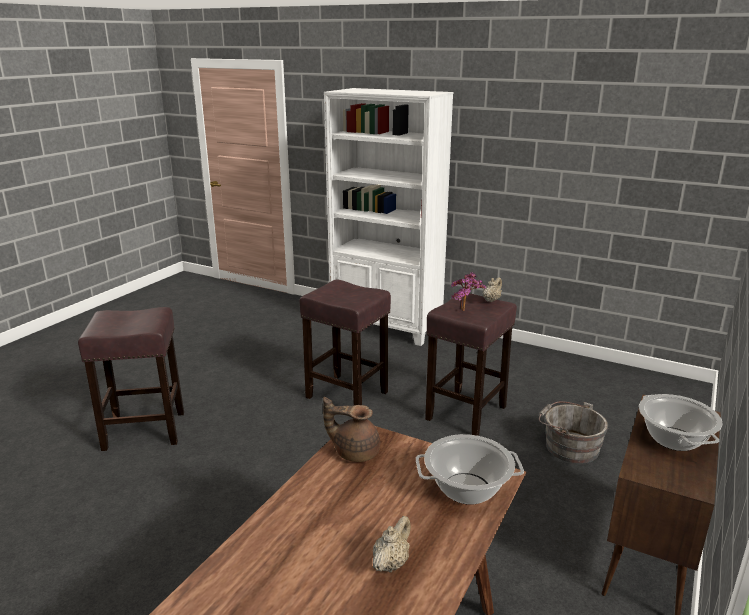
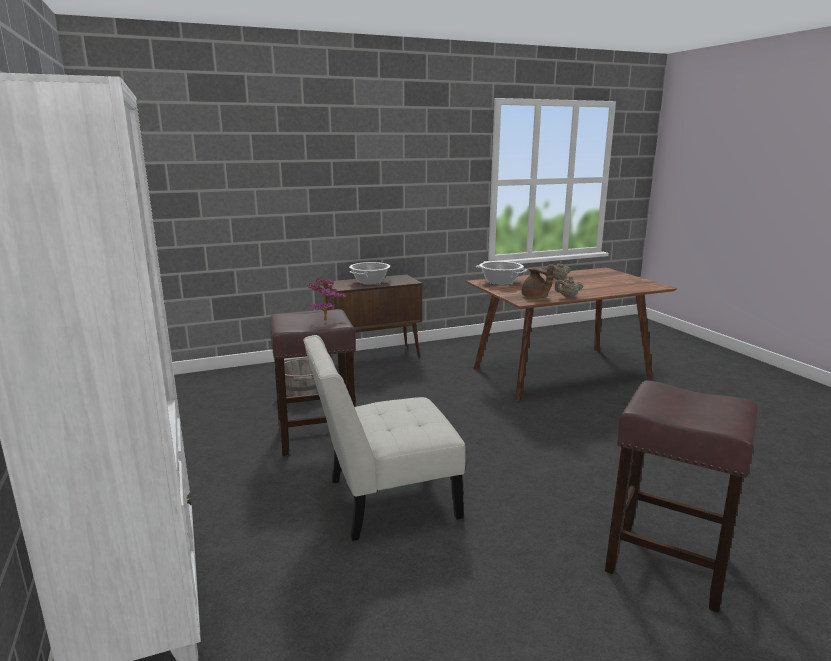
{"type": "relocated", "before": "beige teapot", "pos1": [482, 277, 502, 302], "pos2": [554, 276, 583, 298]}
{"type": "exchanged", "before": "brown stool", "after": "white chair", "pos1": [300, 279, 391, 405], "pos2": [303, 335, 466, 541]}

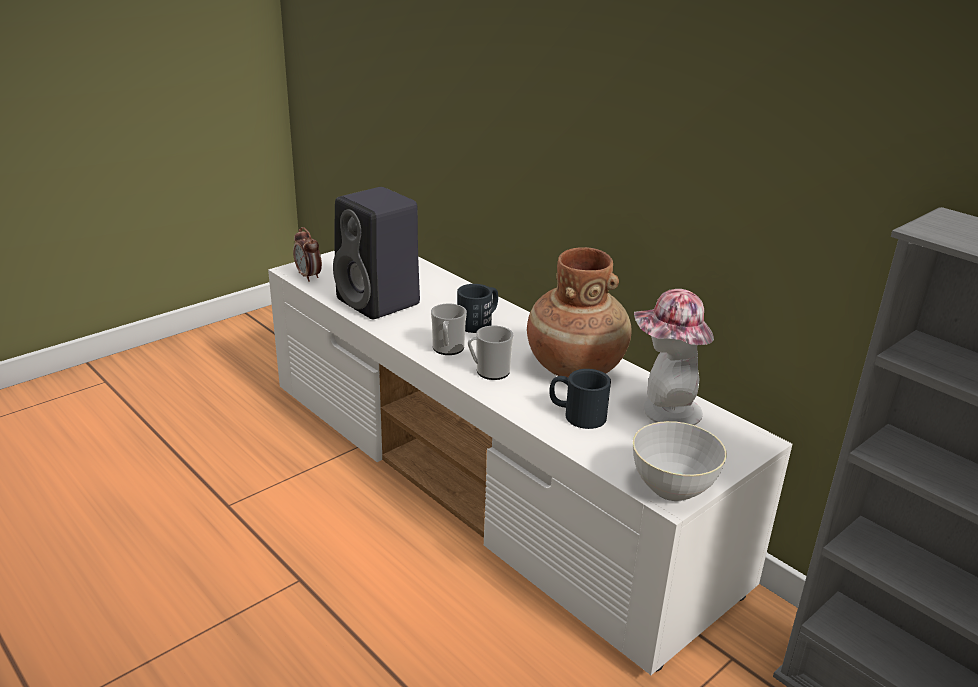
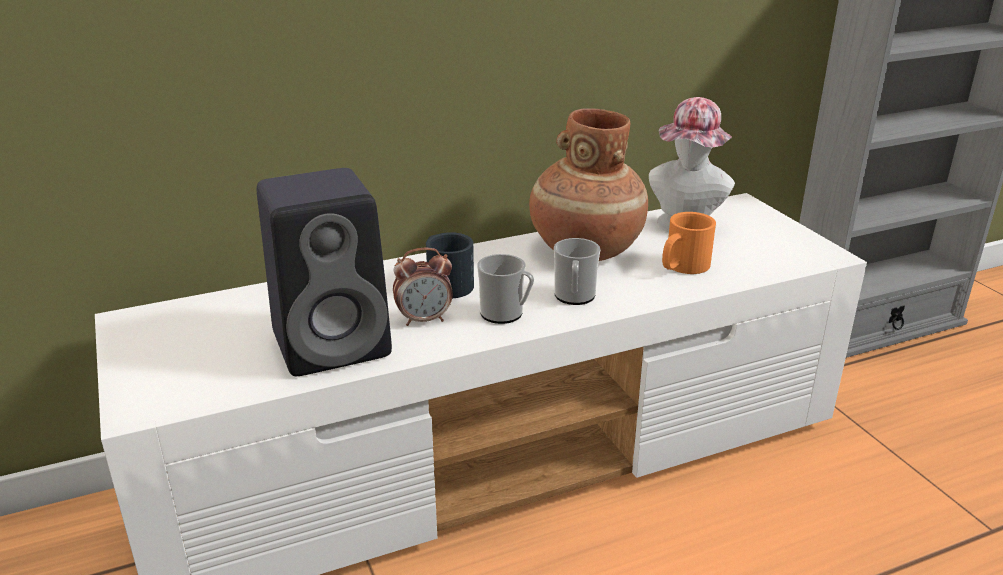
{"type": "relocated", "before": "alarm clock", "pos1": [293, 227, 322, 282], "pos2": [393, 248, 453, 326]}
{"type": "colour", "before": "black mug", "after": "orange mug", "pos1": [549, 369, 611, 429], "pos2": [662, 212, 716, 274]}
{"type": "missing", "before": "grey bowl", "pos1": [633, 421, 727, 501]}

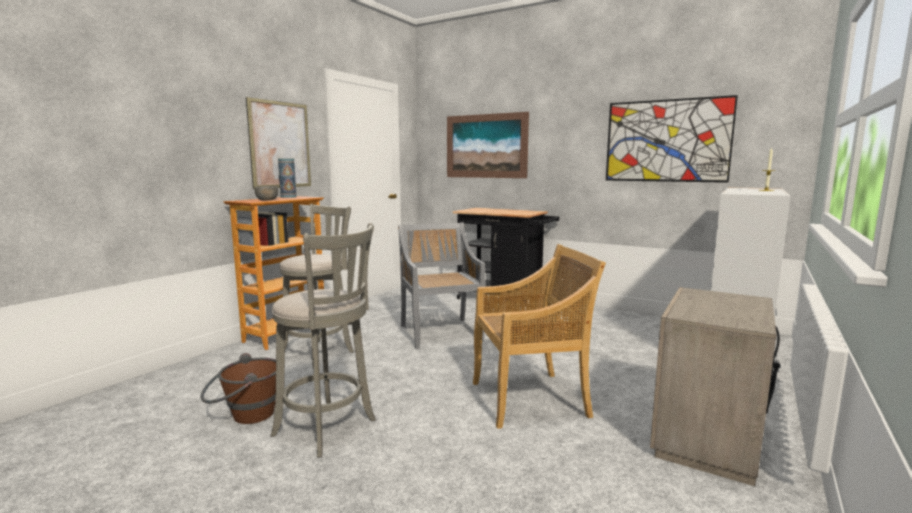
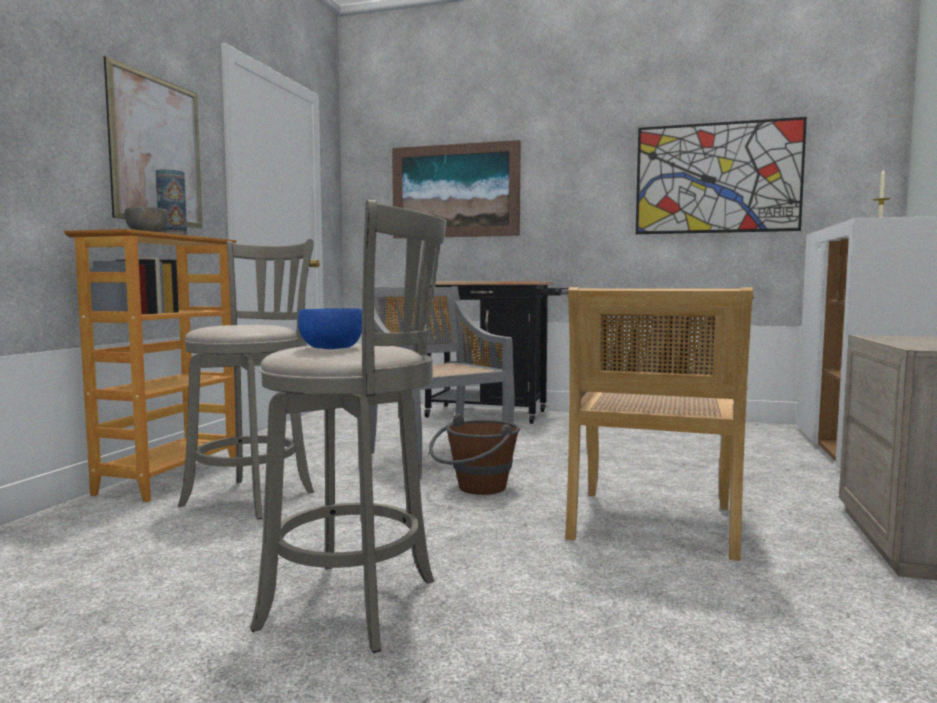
{"type": "spun", "before": "beige chair", "pos1": [473, 244, 606, 429], "pos2": [565, 287, 754, 561], "turn": 135}
{"type": "relocated", "before": "brown bucket", "pos1": [201, 353, 276, 424], "pos2": [429, 413, 520, 495]}
{"type": "appeared", "after": "blue bowl", "pos2": [298, 308, 362, 349]}

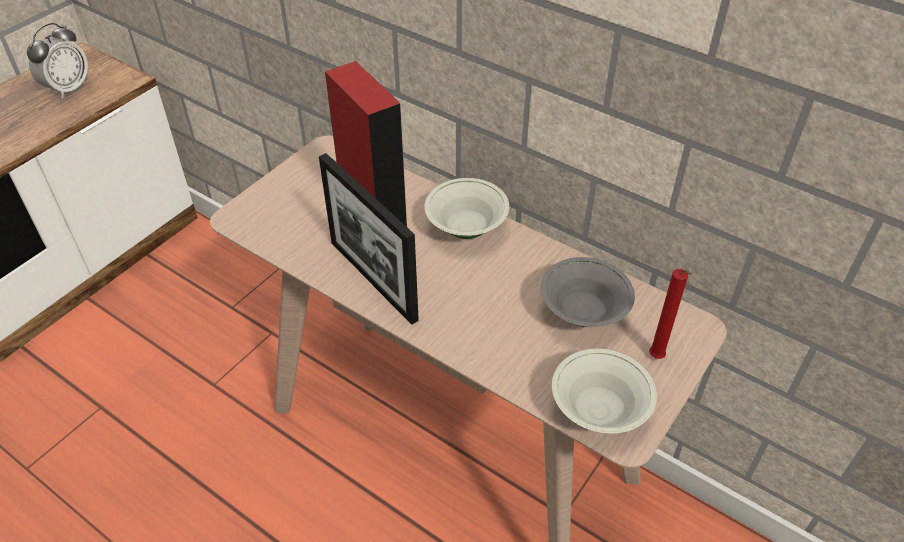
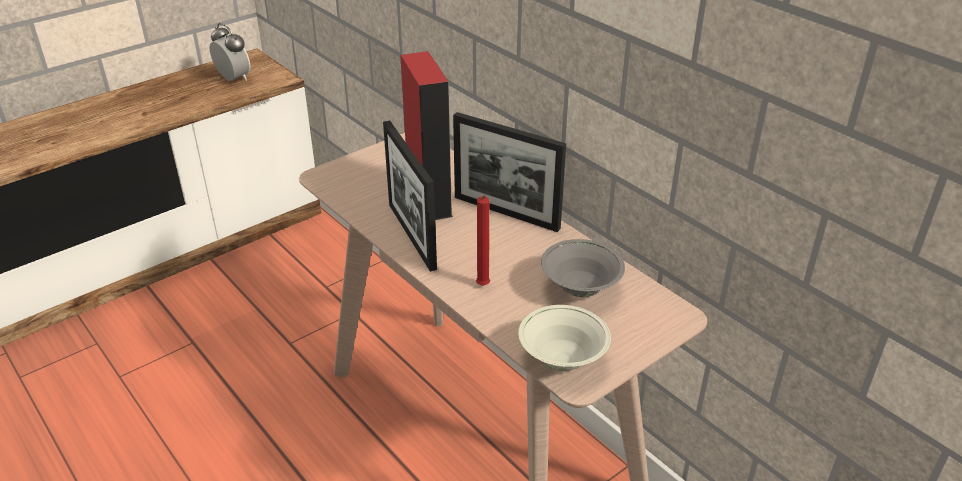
{"type": "spun", "before": "alarm clock", "pos1": [27, 23, 88, 98], "pos2": [210, 23, 250, 81], "turn": -90}
{"type": "exchanged", "before": "white bowl", "after": "picture frame", "pos1": [424, 178, 509, 239], "pos2": [453, 112, 566, 232]}
{"type": "relocated", "before": "red candle", "pos1": [649, 269, 692, 359], "pos2": [476, 195, 490, 286]}

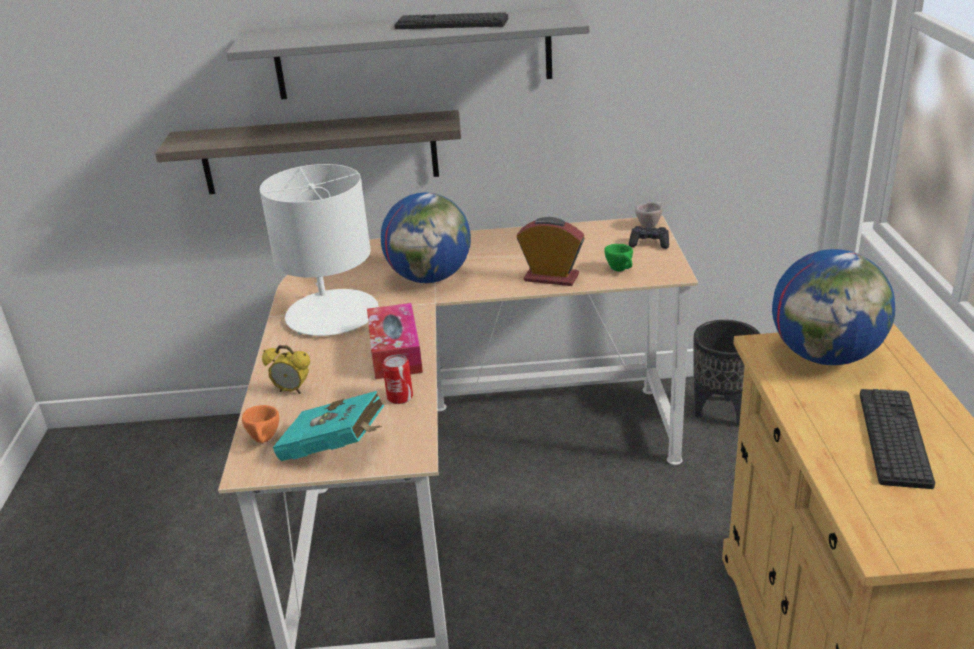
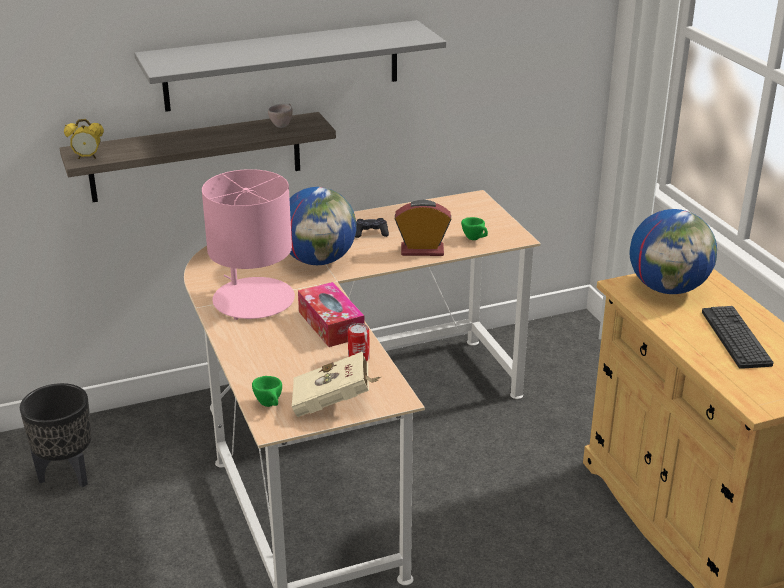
{"type": "missing", "before": "keyboard", "pos1": [394, 12, 508, 29]}
{"type": "colour", "before": "white table lamp", "after": "pink table lamp", "pos1": [260, 164, 378, 336], "pos2": [202, 169, 295, 320]}
{"type": "relocated", "before": "beige cup", "pos1": [636, 202, 662, 228], "pos2": [268, 103, 293, 128]}
{"type": "relocated", "before": "black game controller", "pos1": [629, 226, 669, 249], "pos2": [355, 218, 389, 238]}
{"type": "relocated", "before": "black planter", "pos1": [693, 320, 760, 426], "pos2": [20, 383, 92, 487]}
{"type": "relocated", "before": "alarm clock", "pos1": [262, 345, 310, 394], "pos2": [64, 119, 104, 159]}
{"type": "colour", "before": "turquoise book", "after": "beige book", "pos1": [273, 391, 384, 461], "pos2": [292, 352, 381, 417]}
{"type": "colour", "before": "orange cup", "after": "green cup", "pos1": [242, 405, 279, 443], "pos2": [252, 376, 282, 407]}

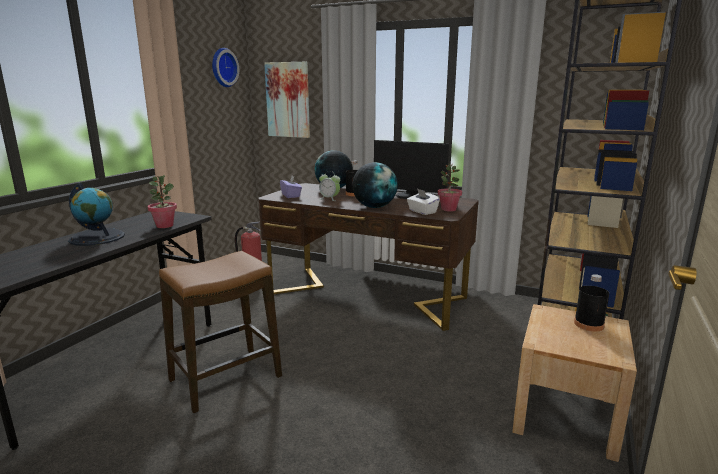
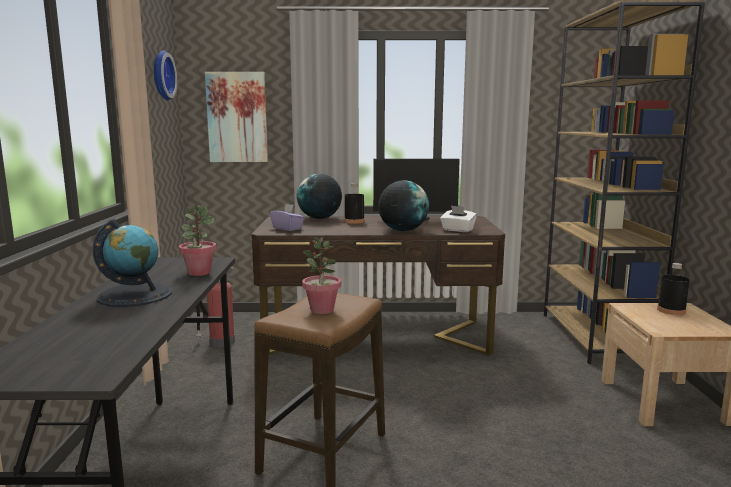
{"type": "relocated", "before": "potted plant", "pos1": [438, 164, 462, 212], "pos2": [302, 237, 341, 314]}
{"type": "missing", "before": "alarm clock", "pos1": [319, 171, 340, 201]}

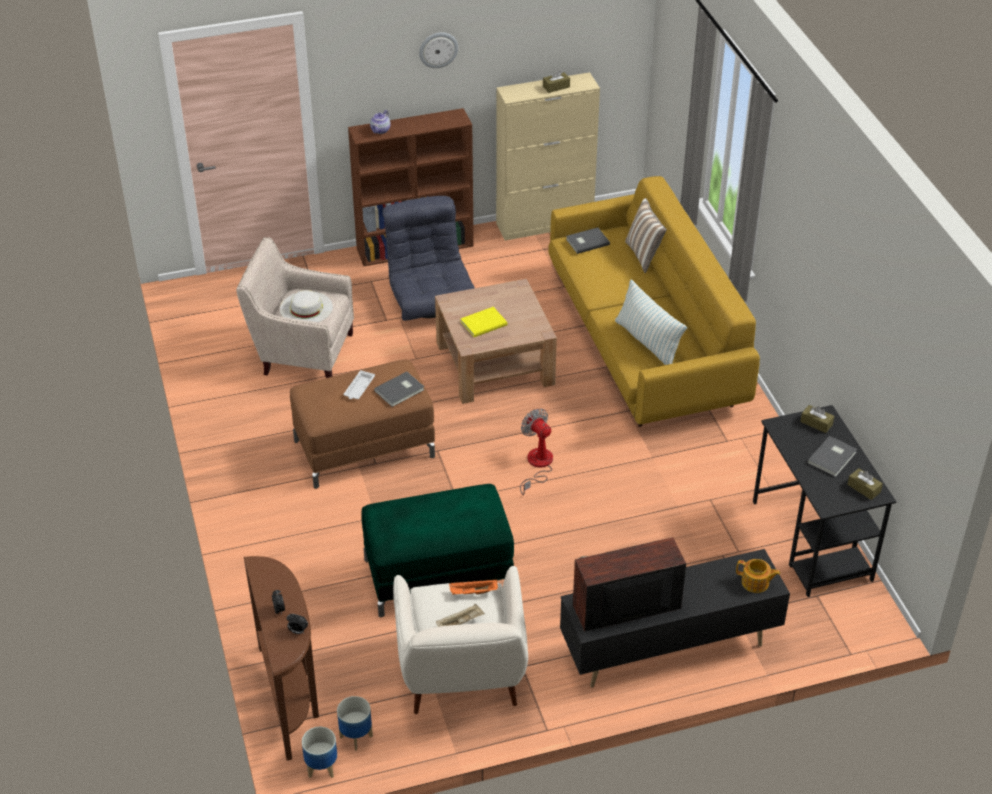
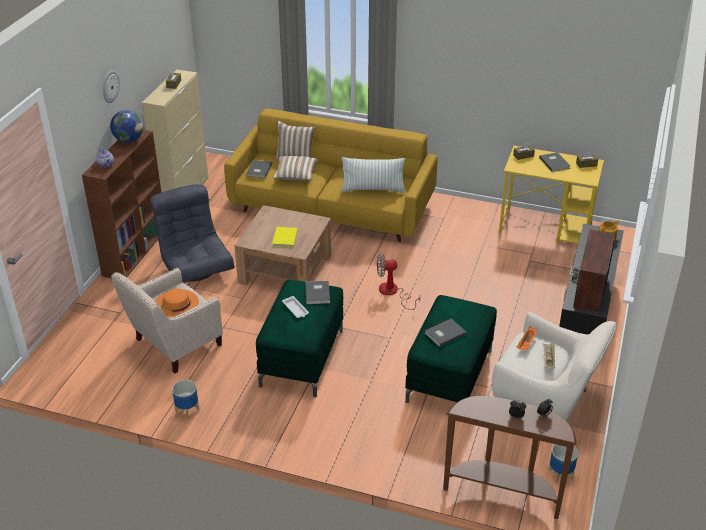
{"type": "spun", "before": "grey armchair", "pos1": [382, 196, 475, 321], "pos2": [150, 184, 234, 283], "turn": 45}
{"type": "colour", "before": "white hat", "after": "orange hat", "pos1": [280, 290, 333, 322], "pos2": [155, 289, 199, 317]}
{"type": "colour", "before": "brown ottoman", "after": "green ottoman", "pos1": [290, 359, 435, 489], "pos2": [256, 280, 343, 397]}
{"type": "colour", "before": "black desk", "after": "yellow desk", "pos1": [753, 405, 896, 597], "pos2": [499, 146, 604, 244]}
{"type": "relocated", "before": "planter", "pos1": [302, 727, 337, 778], "pos2": [172, 380, 199, 420]}
{"type": "appeared", "after": "globe", "pos2": [110, 110, 143, 143]}
{"type": "appeared", "after": "pillow", "pos2": [273, 156, 319, 181]}
{"type": "appeared", "after": "grey book", "pos2": [425, 319, 466, 347]}

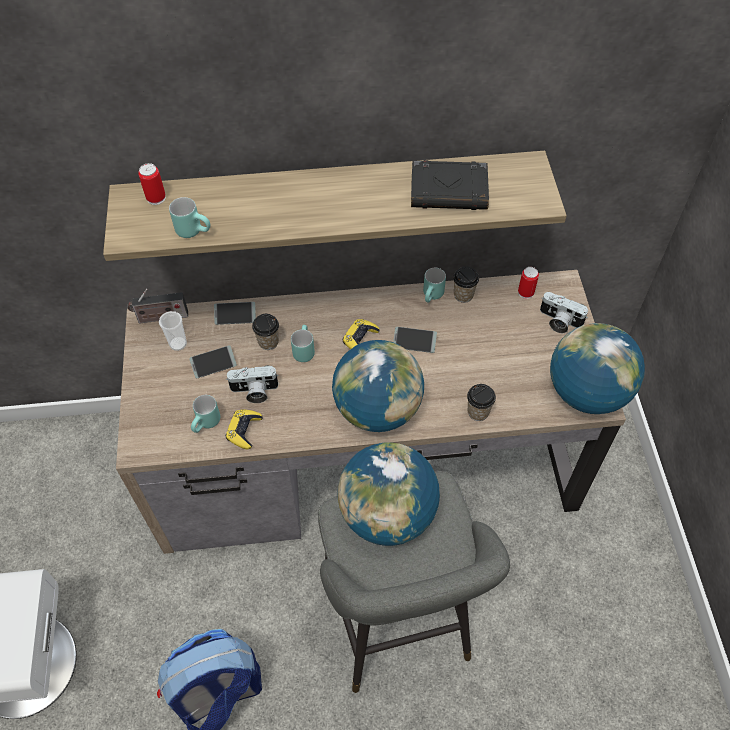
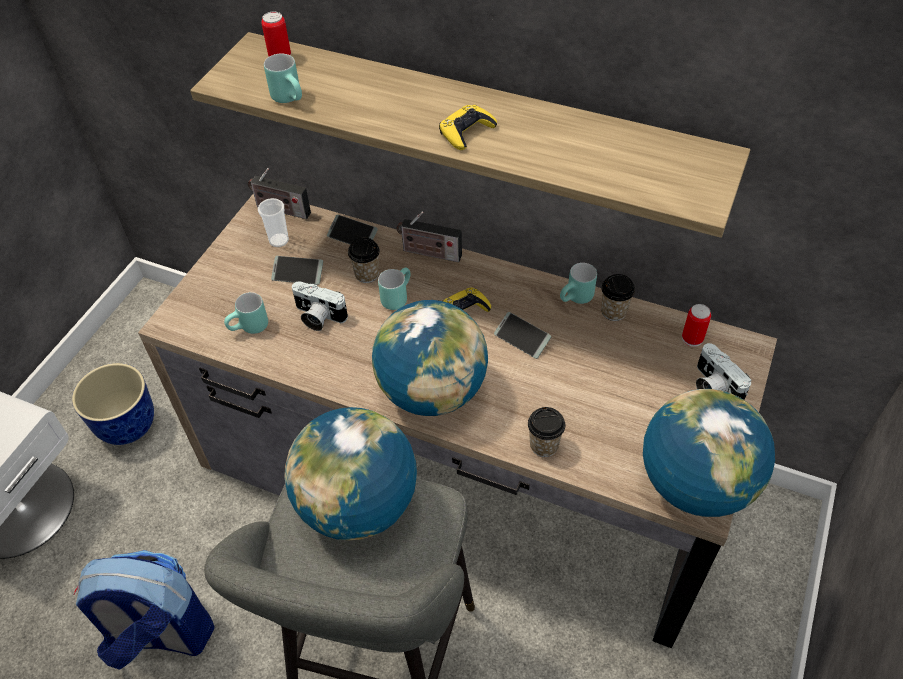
{"type": "missing", "before": "black book", "pos1": [411, 160, 489, 210]}
{"type": "relocated", "before": "yellow game controller", "pos1": [226, 409, 263, 449], "pos2": [439, 105, 497, 150]}
{"type": "appeared", "after": "radio", "pos2": [396, 211, 462, 262]}
{"type": "appeared", "after": "planter", "pos2": [72, 363, 154, 445]}

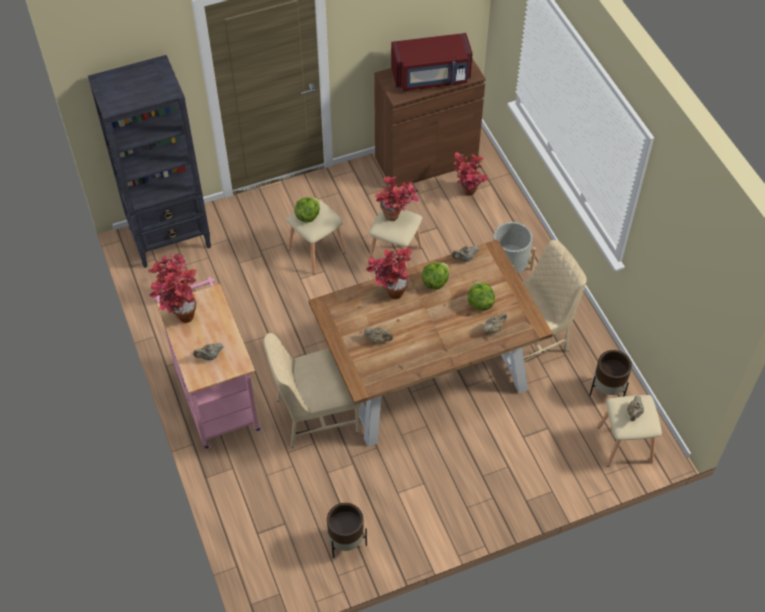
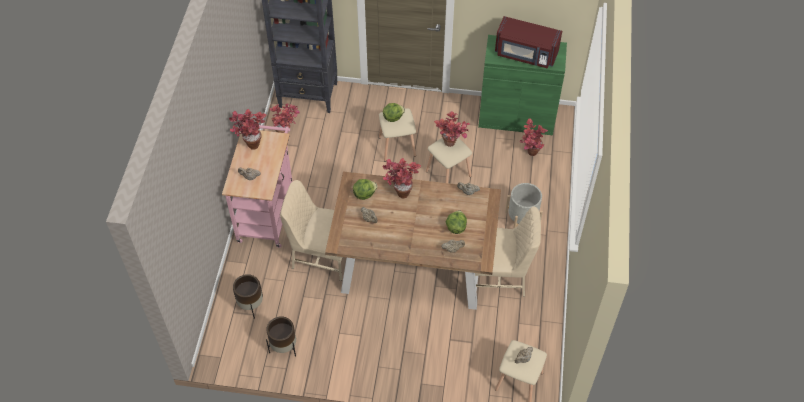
{"type": "colour", "before": "brown cabinet", "after": "green cabinet", "pos1": [374, 58, 486, 188], "pos2": [478, 35, 567, 135]}
{"type": "relocated", "before": "lettuce", "pos1": [422, 262, 449, 290], "pos2": [353, 179, 378, 200]}
{"type": "relocated", "before": "brown planter", "pos1": [590, 350, 632, 396], "pos2": [233, 274, 263, 319]}

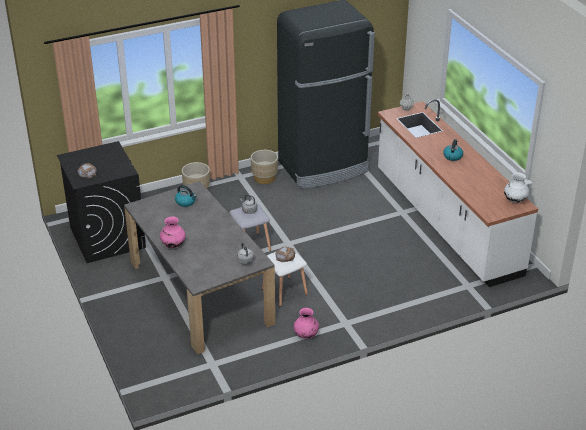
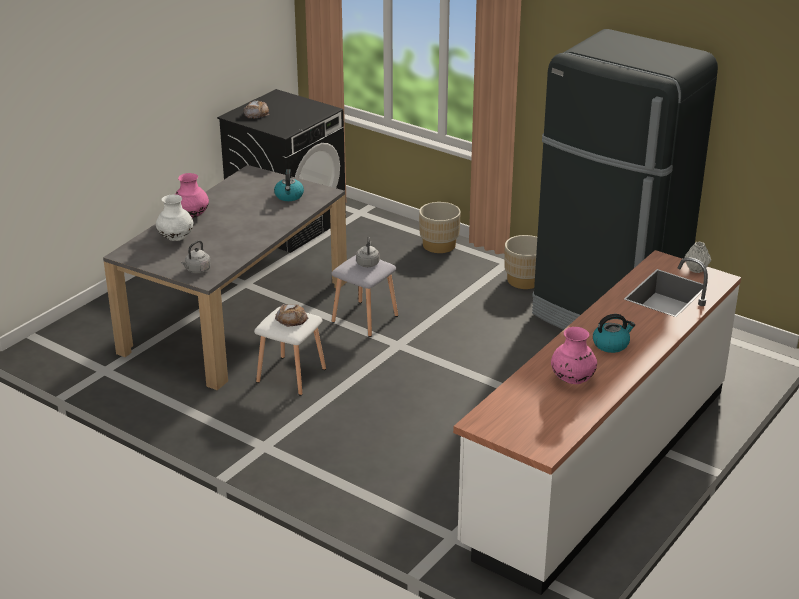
{"type": "relocated", "before": "white vase", "pos1": [504, 172, 529, 203], "pos2": [156, 194, 193, 241]}
{"type": "relocated", "before": "pink vase", "pos1": [294, 308, 319, 339], "pos2": [551, 327, 597, 384]}

